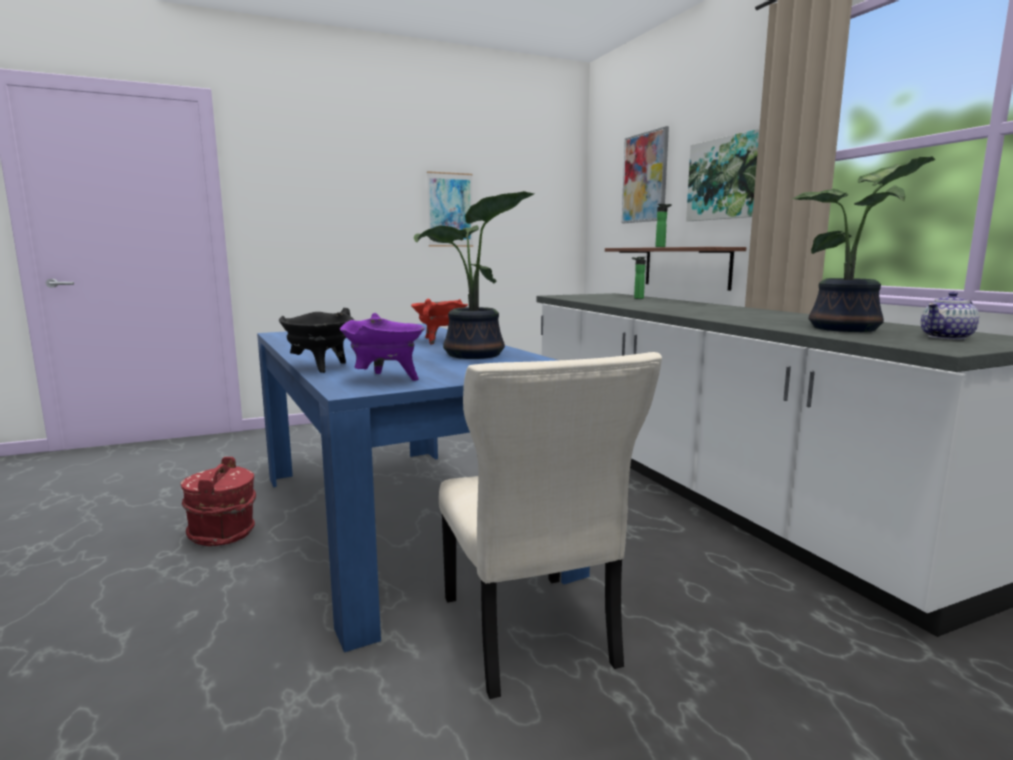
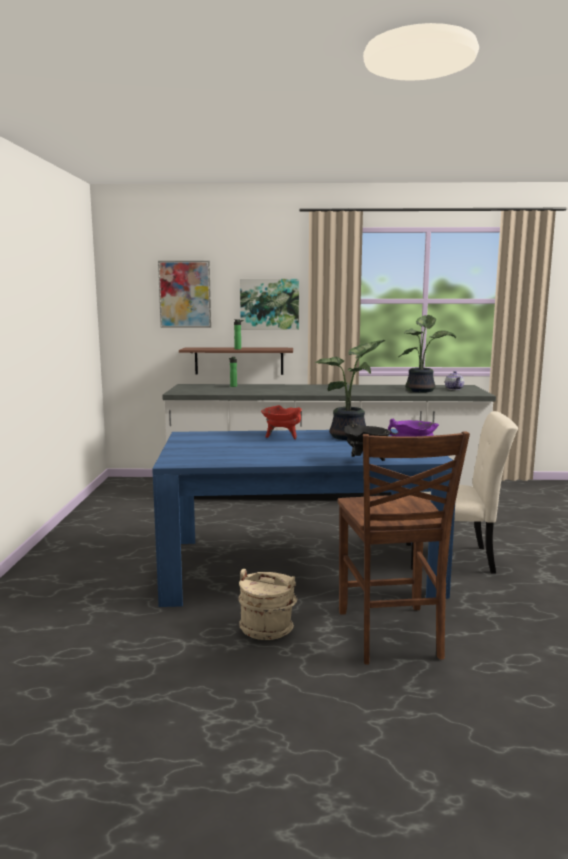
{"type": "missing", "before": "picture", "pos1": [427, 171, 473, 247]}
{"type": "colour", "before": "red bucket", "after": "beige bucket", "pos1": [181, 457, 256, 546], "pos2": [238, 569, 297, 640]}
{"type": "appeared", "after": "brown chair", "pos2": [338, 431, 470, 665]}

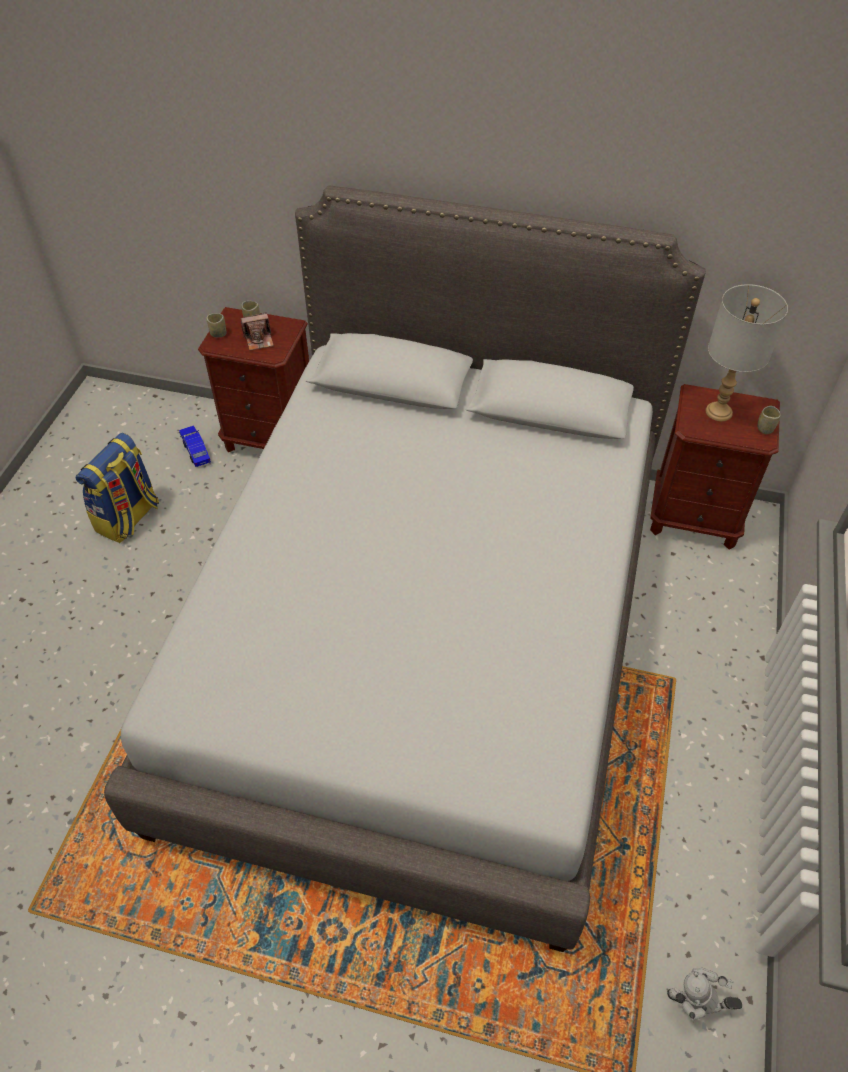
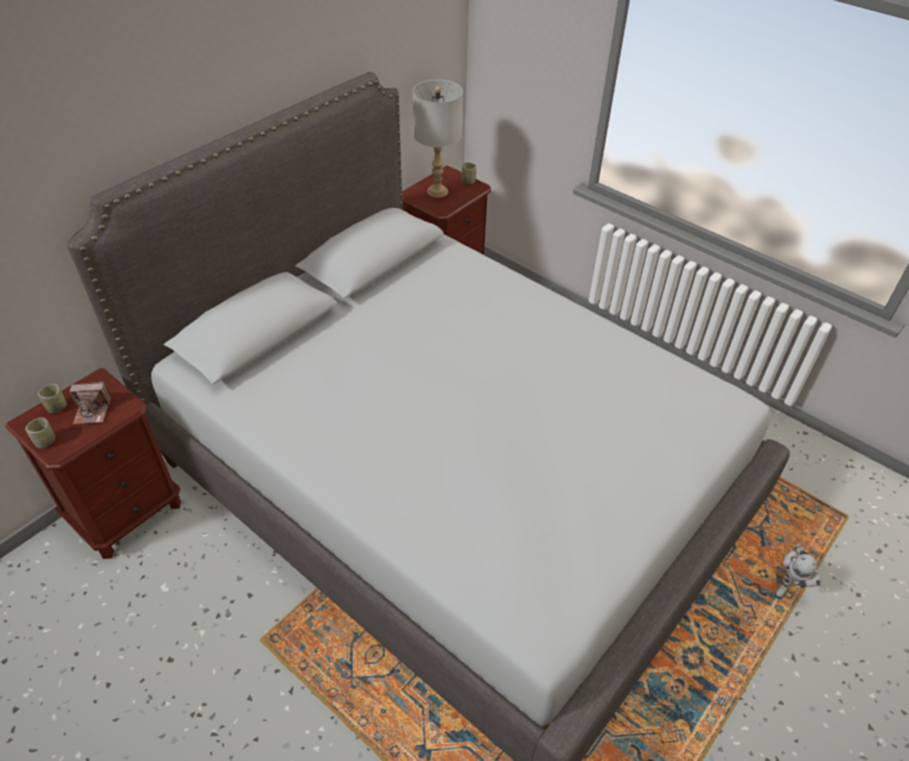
{"type": "spun", "before": "photo camera", "pos1": [241, 312, 274, 351], "pos2": [69, 381, 111, 424], "turn": 75}
{"type": "missing", "before": "blue toy car", "pos1": [179, 425, 211, 467]}
{"type": "missing", "before": "backpack", "pos1": [76, 433, 159, 543]}
{"type": "relocated", "before": "toy robot", "pos1": [667, 967, 742, 1022], "pos2": [774, 544, 821, 599]}

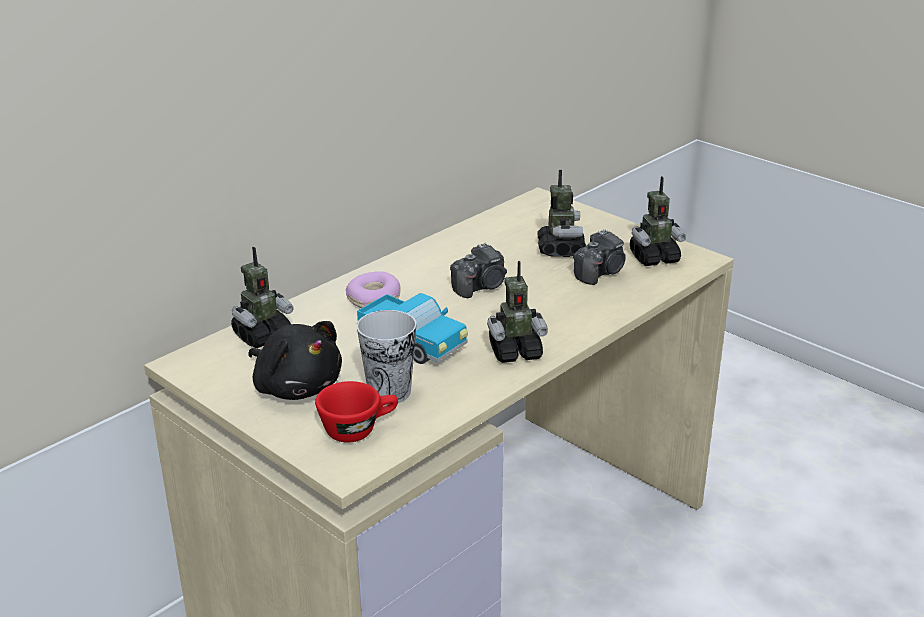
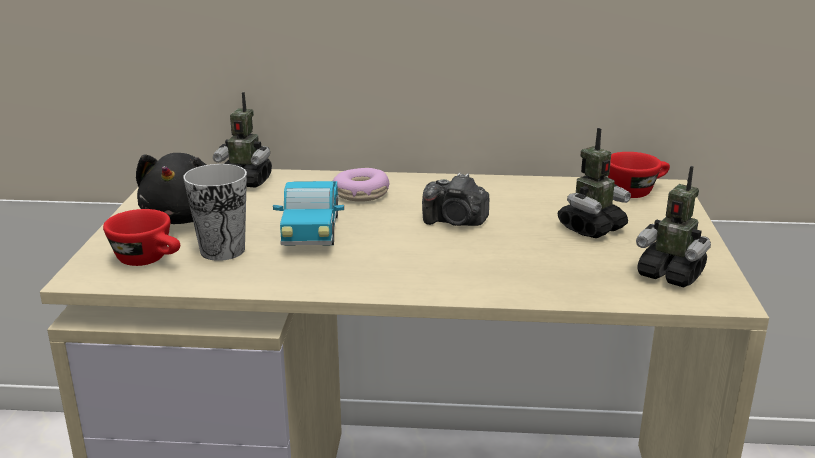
{"type": "missing", "before": "photo camera", "pos1": [573, 229, 626, 285]}
{"type": "missing", "before": "toy robot", "pos1": [487, 261, 548, 363]}
{"type": "appeared", "after": "red cup", "pos2": [608, 152, 670, 198]}

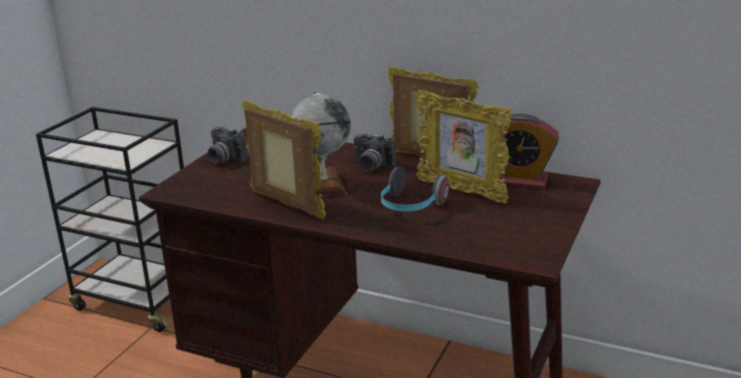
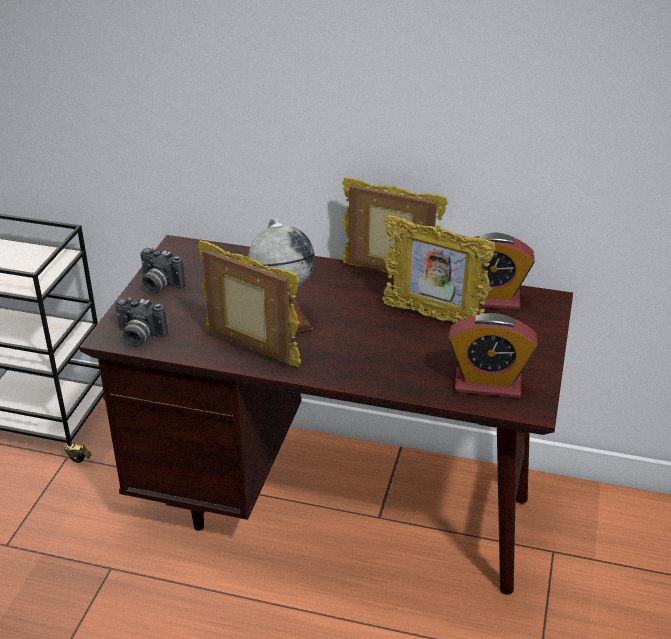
{"type": "relocated", "before": "photo camera", "pos1": [354, 133, 396, 172], "pos2": [115, 297, 168, 347]}
{"type": "missing", "before": "headphones", "pos1": [381, 166, 449, 211]}
{"type": "appeared", "after": "alarm clock", "pos2": [448, 313, 538, 398]}

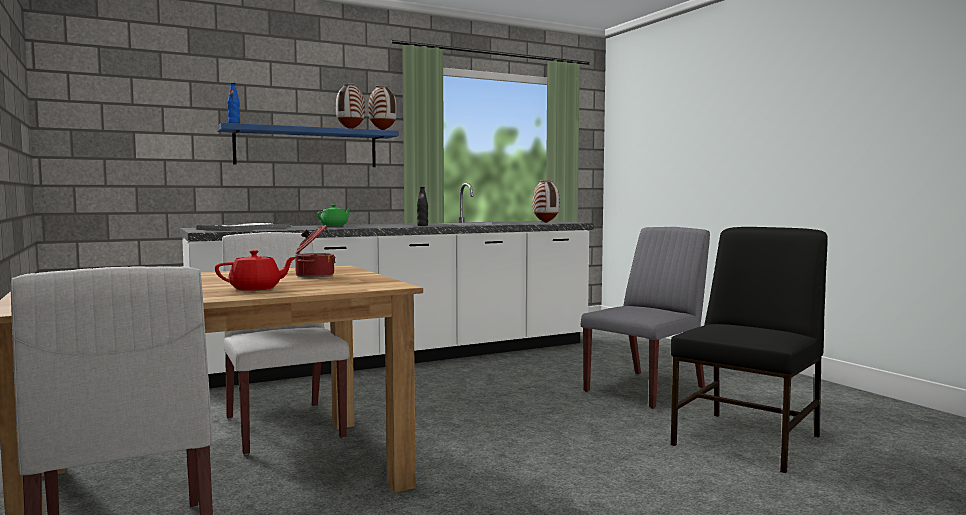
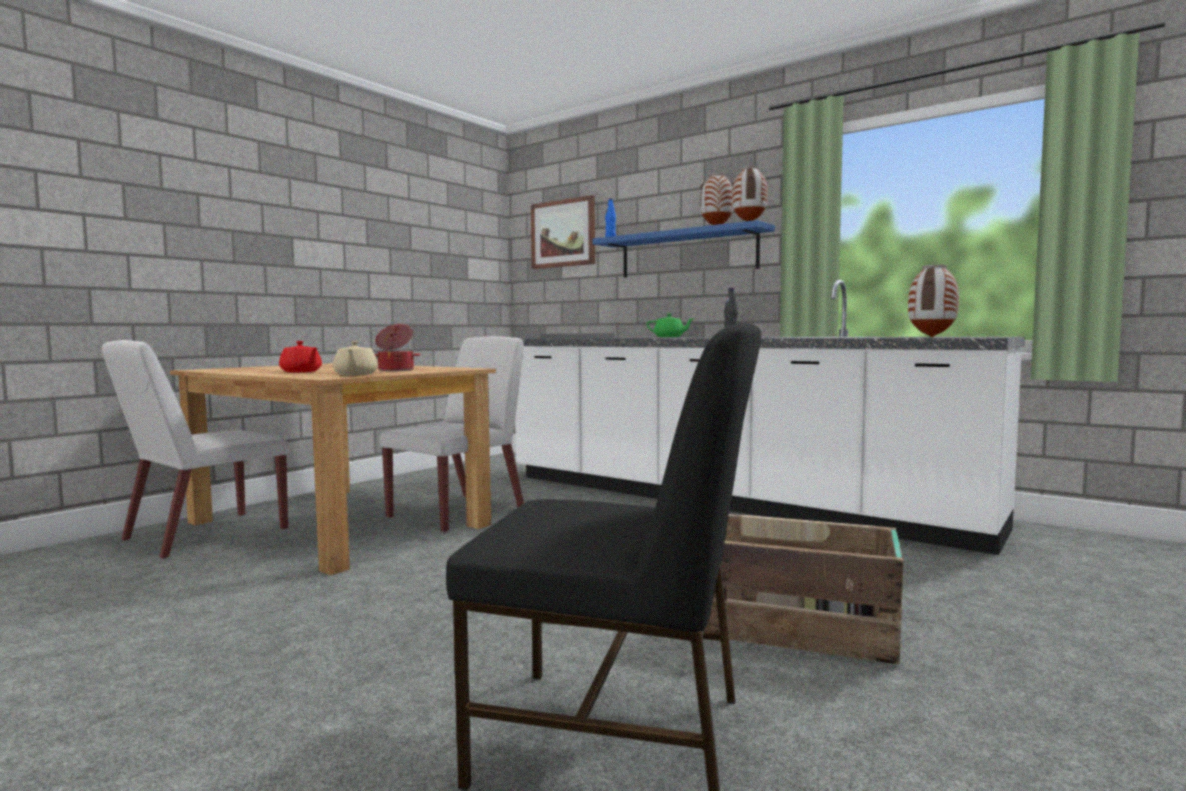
{"type": "exchanged", "before": "grey chair", "after": "crate", "pos1": [581, 227, 710, 409], "pos2": [705, 514, 903, 664]}
{"type": "appeared", "after": "picture", "pos2": [531, 195, 595, 269]}
{"type": "appeared", "after": "beige teapot", "pos2": [333, 341, 378, 375]}

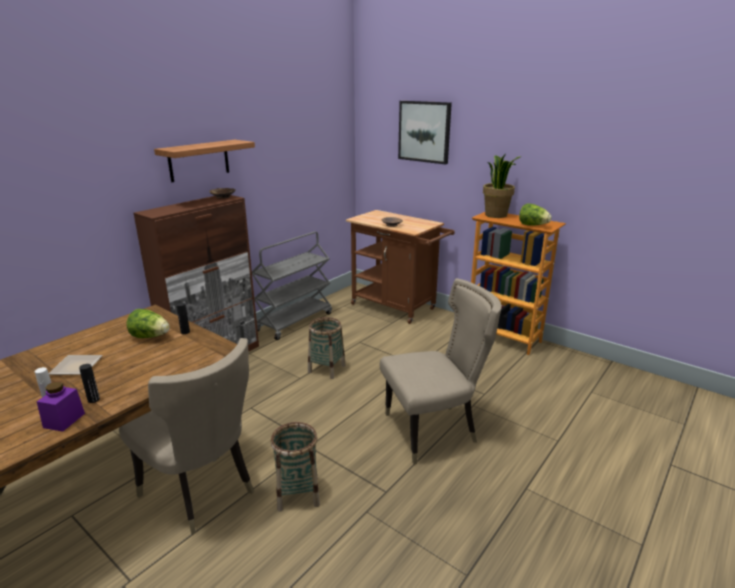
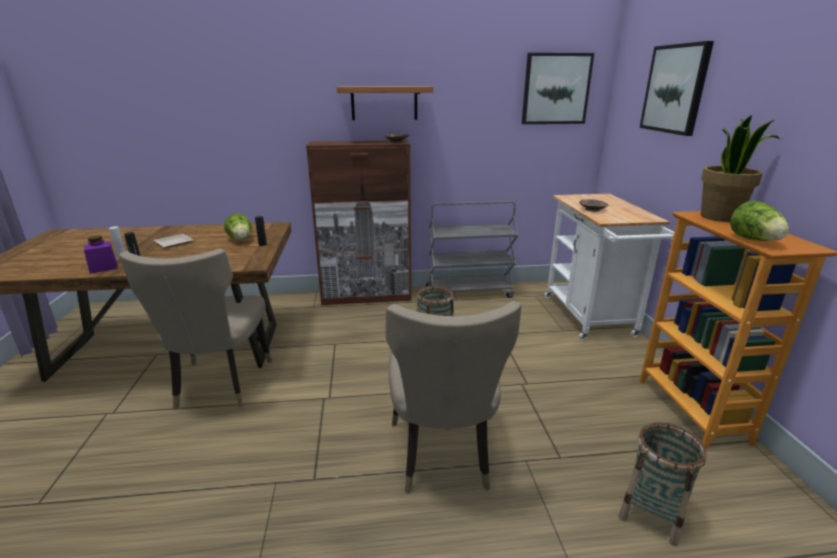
{"type": "colour", "before": "brown cart", "after": "white cart", "pos1": [346, 210, 455, 324], "pos2": [544, 194, 674, 340]}
{"type": "spun", "before": "beige chair", "pos1": [380, 278, 502, 465], "pos2": [385, 301, 521, 493], "turn": 60}
{"type": "relocated", "before": "basket", "pos1": [271, 422, 320, 512], "pos2": [619, 422, 707, 546]}
{"type": "appeared", "after": "picture", "pos2": [522, 53, 594, 124]}

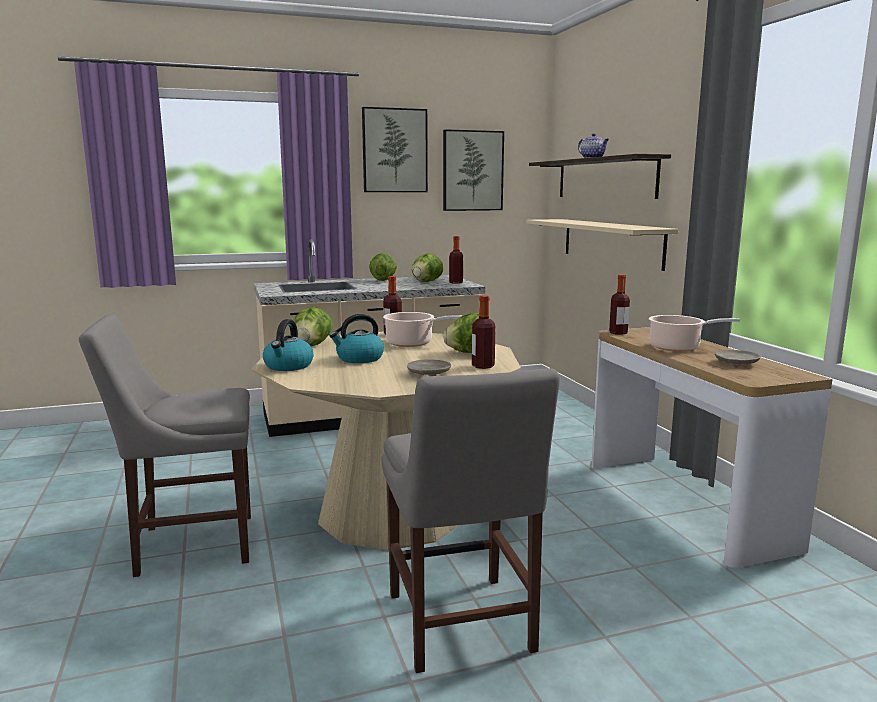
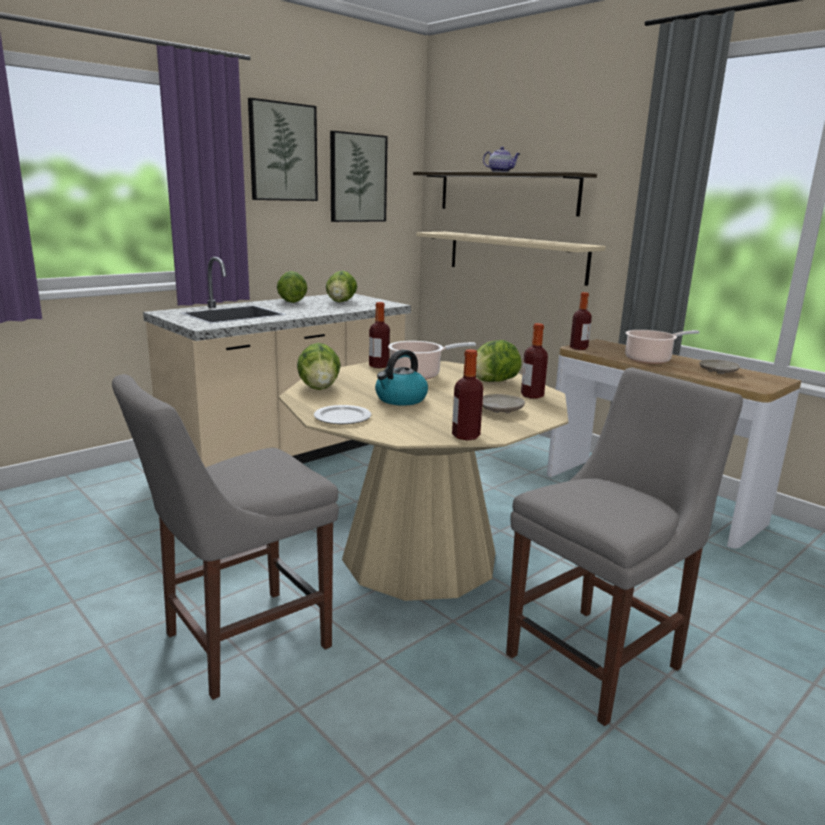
{"type": "relocated", "before": "bottle", "pos1": [449, 236, 463, 284], "pos2": [452, 349, 483, 440]}
{"type": "exchanged", "before": "kettle", "after": "plate", "pos1": [263, 319, 313, 371], "pos2": [314, 405, 371, 424]}
{"type": "spun", "before": "grey chair", "pos1": [382, 368, 560, 673], "pos2": [506, 368, 743, 726], "turn": -90}

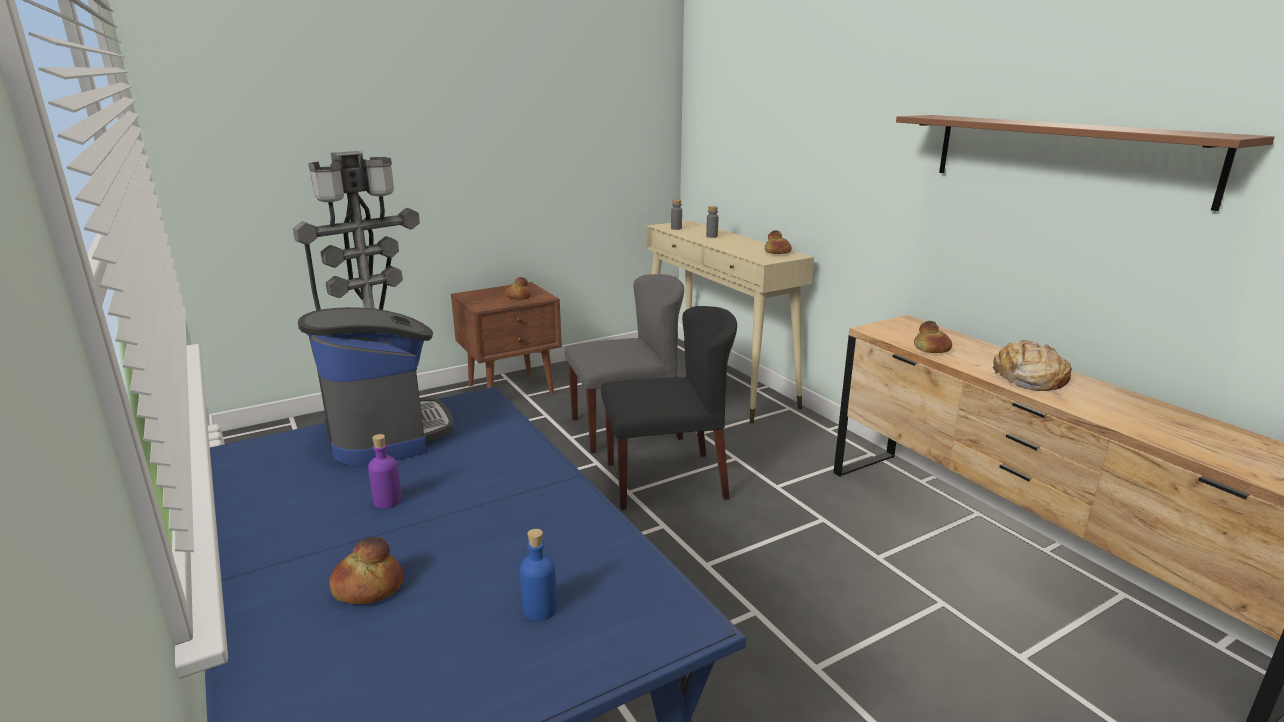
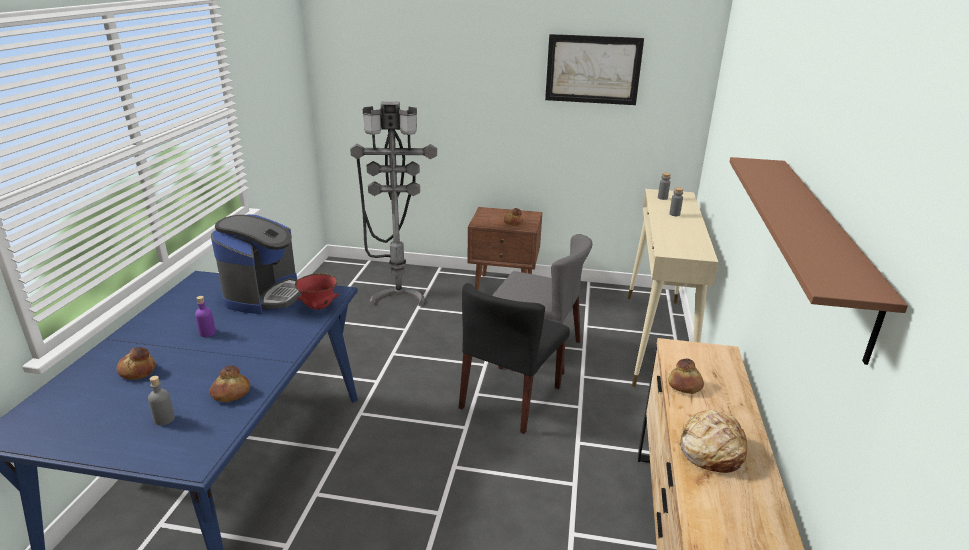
{"type": "relocated", "before": "bread", "pos1": [765, 230, 792, 254], "pos2": [209, 365, 250, 402]}
{"type": "spun", "before": "black chair", "pos1": [601, 306, 737, 510], "pos2": [459, 283, 570, 434], "turn": 90}
{"type": "colour", "before": "blue bottle", "after": "grey bottle", "pos1": [520, 529, 557, 621], "pos2": [148, 376, 175, 426]}
{"type": "appeared", "after": "picture", "pos2": [545, 34, 644, 105]}
{"type": "appeared", "after": "red bowl", "pos2": [295, 273, 339, 309]}

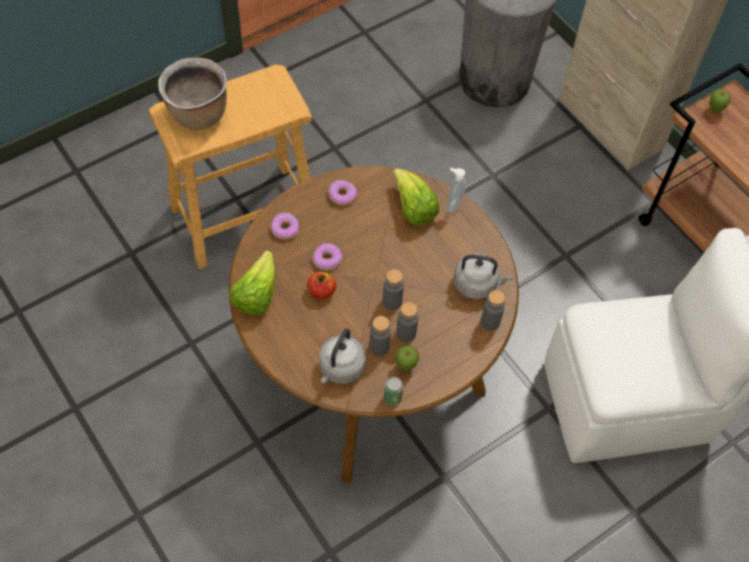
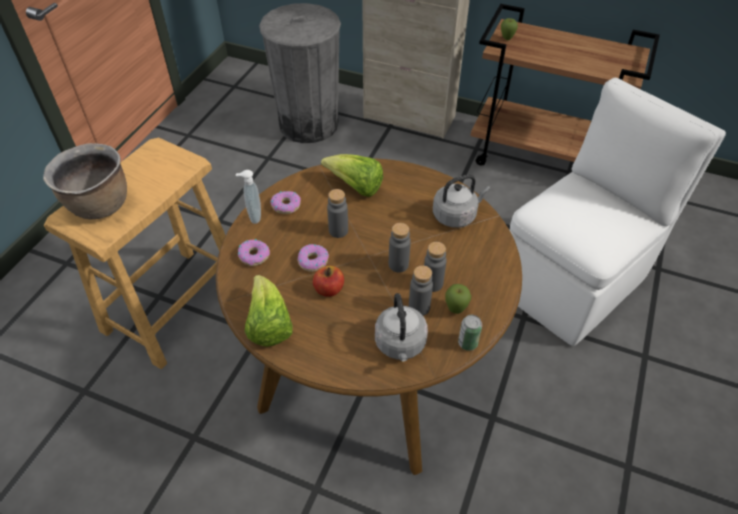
{"type": "relocated", "before": "soap dispenser", "pos1": [447, 168, 466, 213], "pos2": [236, 170, 261, 224]}
{"type": "relocated", "before": "grey bottle", "pos1": [481, 290, 505, 331], "pos2": [327, 189, 348, 238]}

